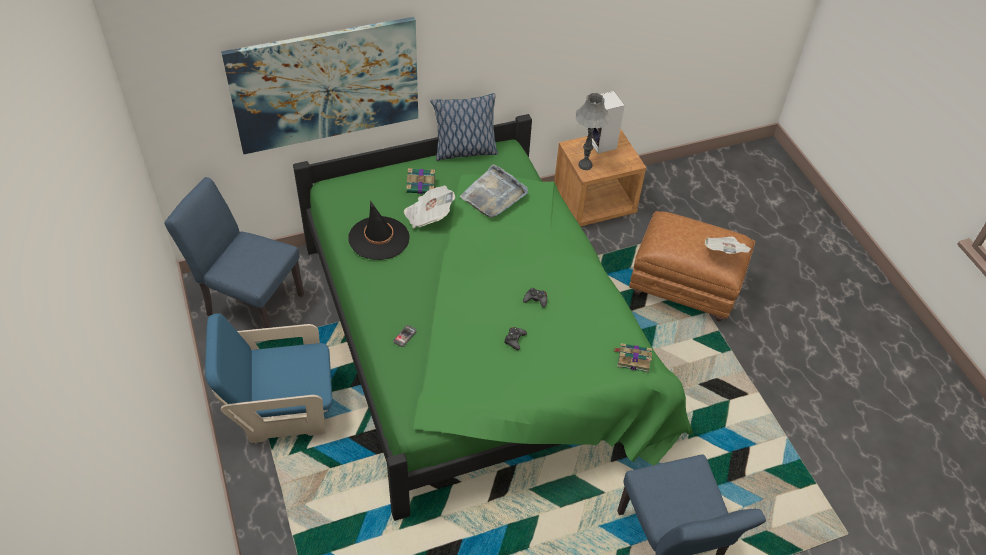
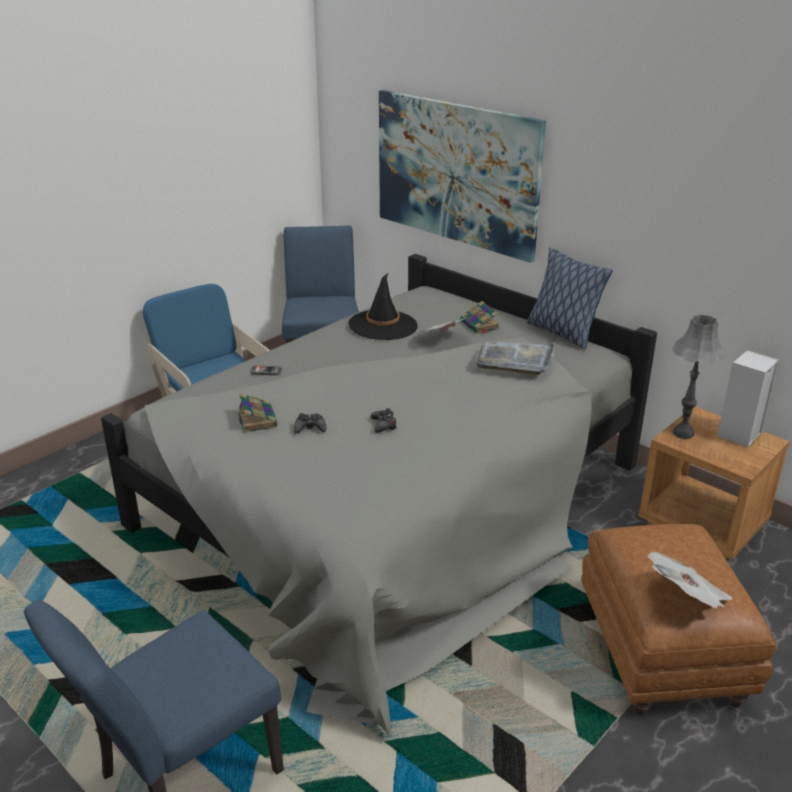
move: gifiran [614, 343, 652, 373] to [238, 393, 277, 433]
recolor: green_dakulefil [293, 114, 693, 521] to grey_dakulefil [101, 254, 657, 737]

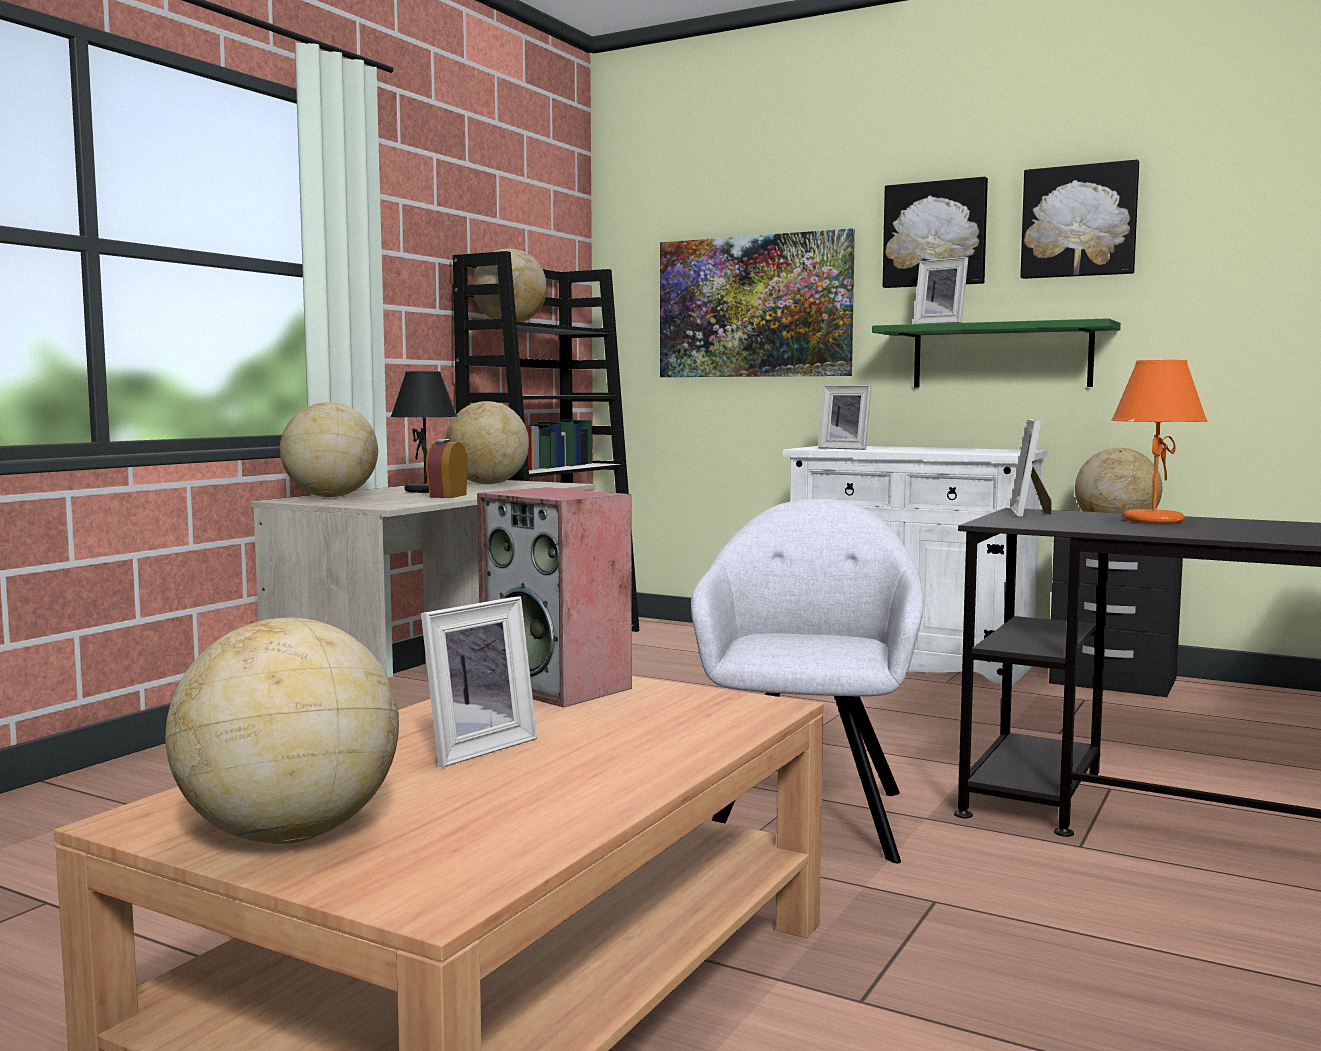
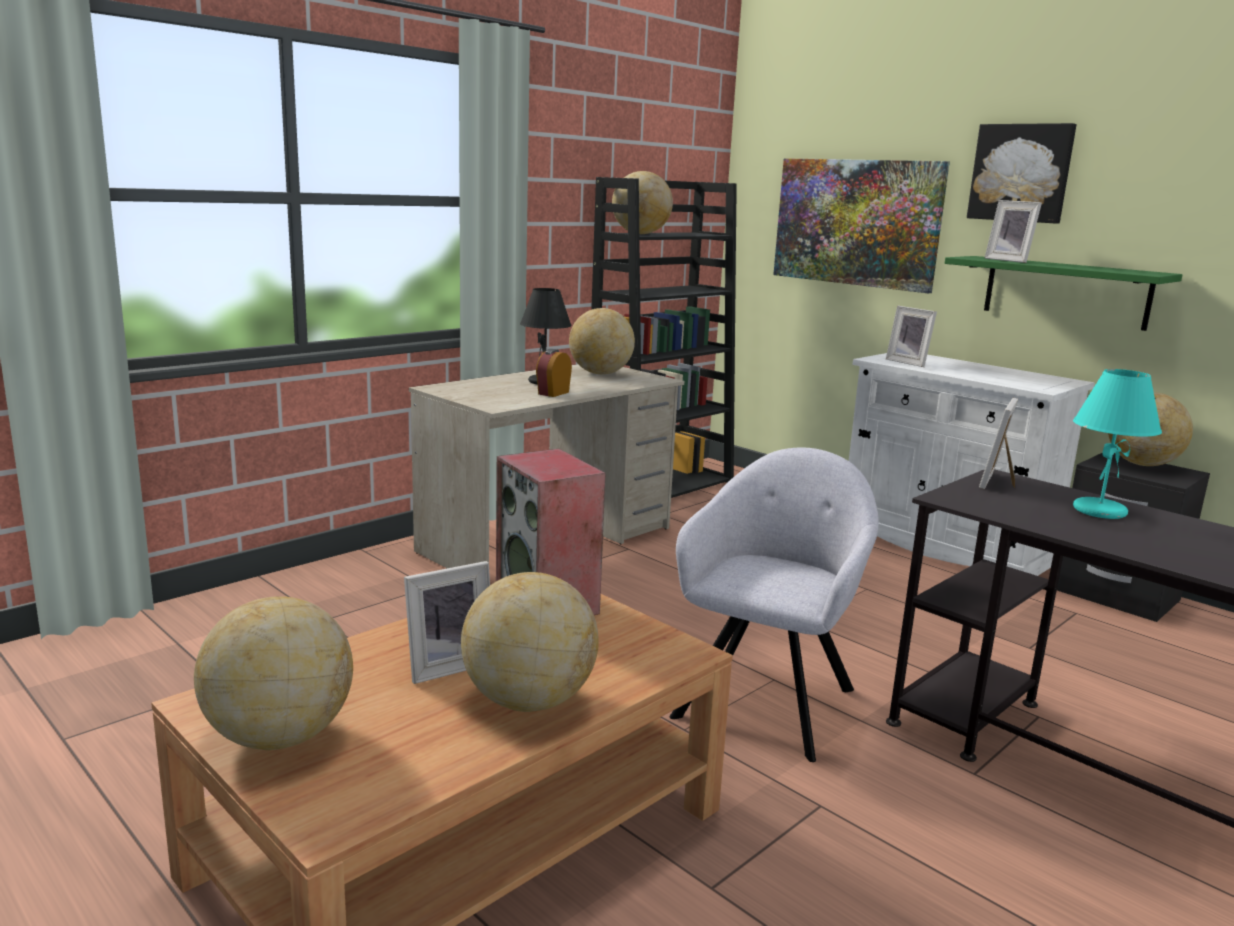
delete: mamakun [1020, 160, 1139, 279]
move: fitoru [280, 402, 378, 497] to [461, 572, 599, 712]
recolor: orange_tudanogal [1111, 360, 1207, 523] to turquoise_tudanogal [1073, 369, 1162, 519]

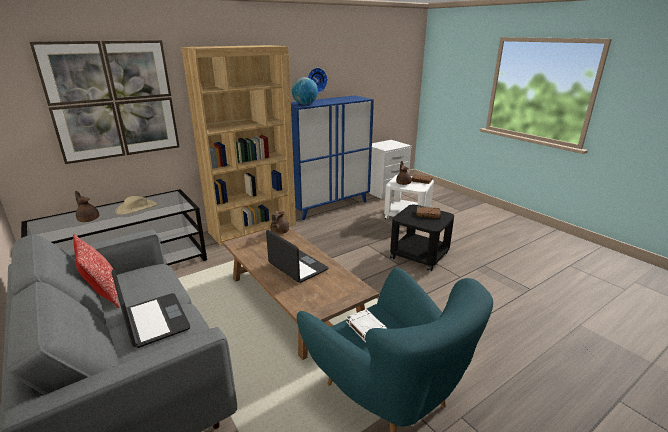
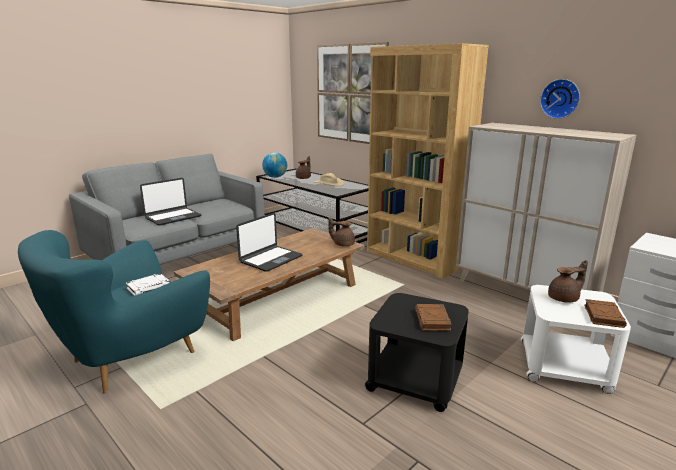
delete: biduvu [73, 234, 120, 308]
move: fitoru [292, 77, 318, 105] to [262, 152, 287, 178]
recolor: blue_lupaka [291, 95, 374, 220] to beige_lupaka [456, 123, 636, 292]

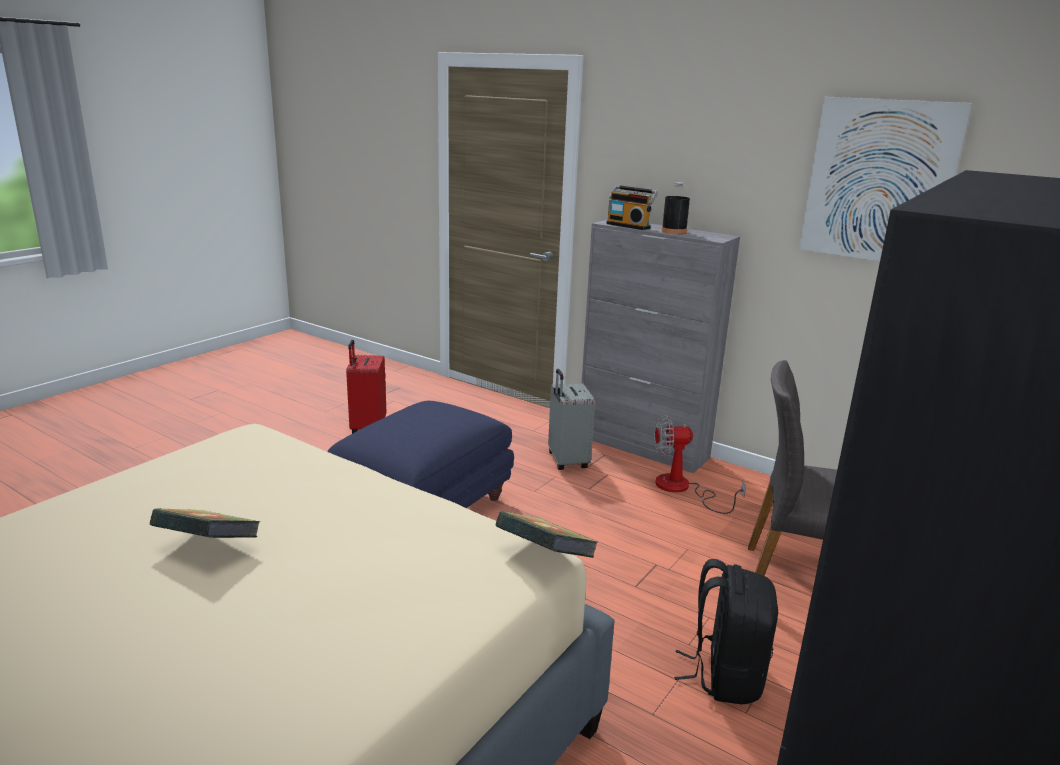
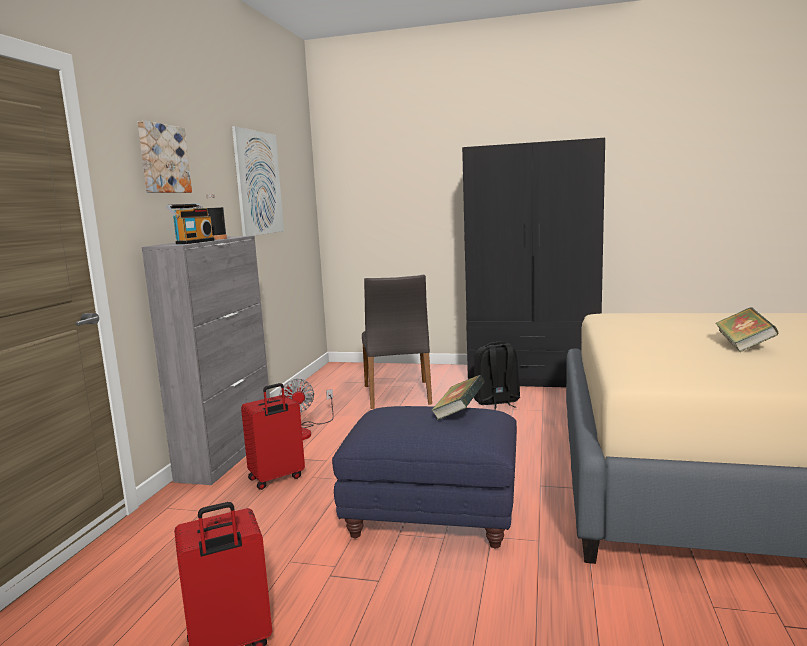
insert: mamakun [137, 121, 192, 193]
move: gifiran [495, 511, 598, 558] to [431, 375, 485, 420]
recolor: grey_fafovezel [548, 369, 595, 470] to red_fafovezel [241, 383, 305, 490]

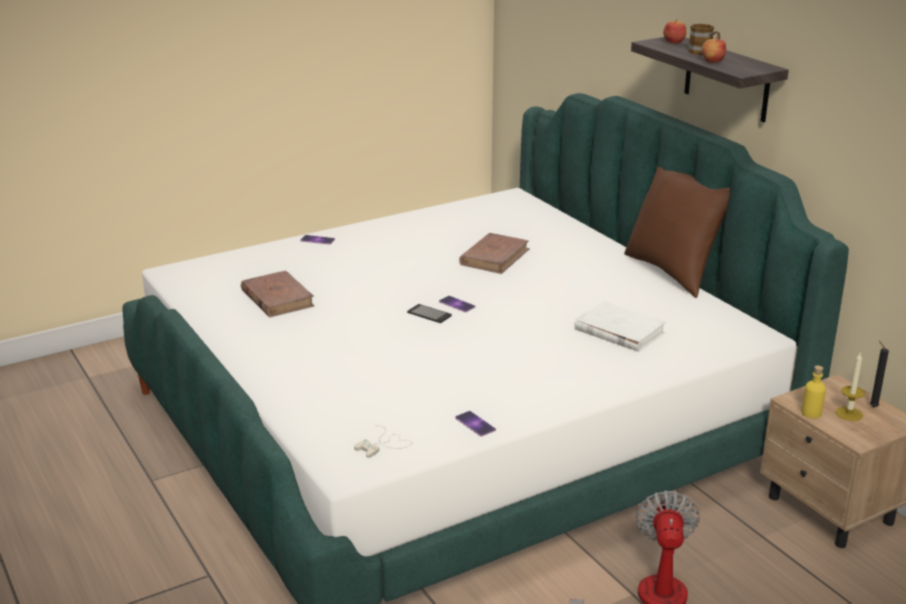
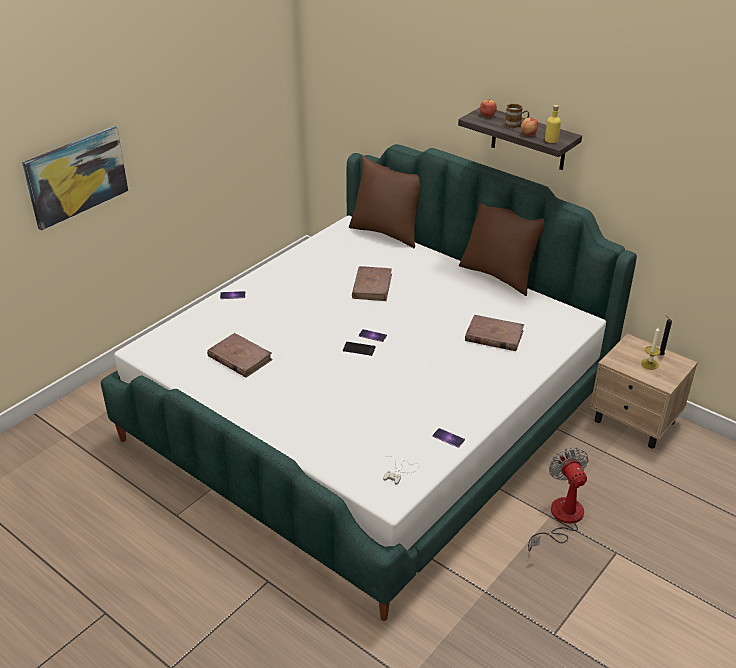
insert: mamakun [22, 126, 128, 230]; brown_biduvu [349, 156, 420, 248]
move: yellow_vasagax [801, 366, 826, 418] to [545, 105, 561, 143]
recolor: white_gifiran [575, 302, 666, 352] to brown_gifiran [465, 315, 524, 351]

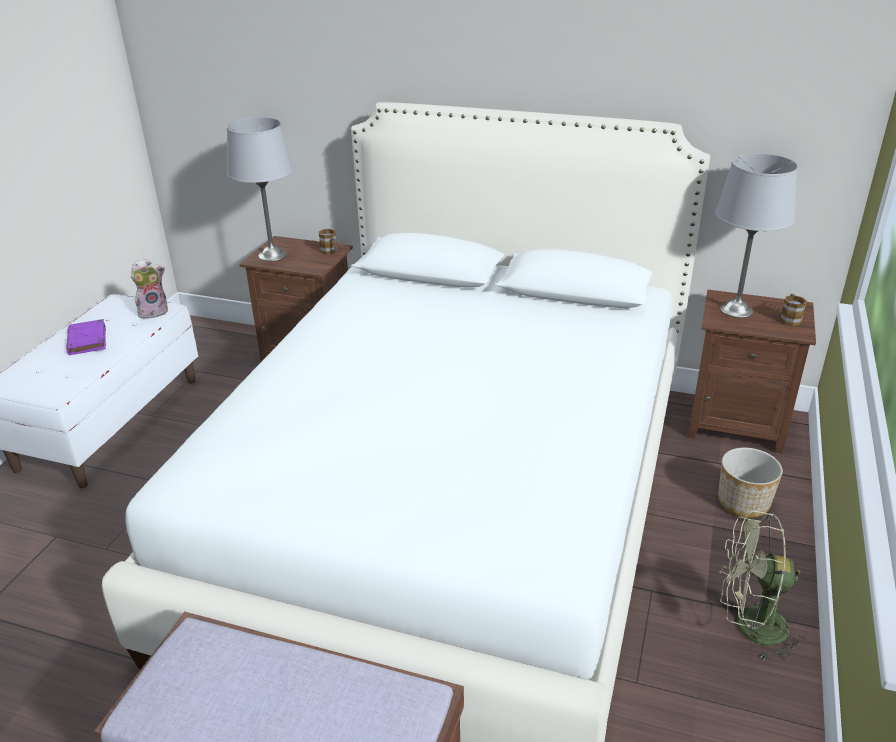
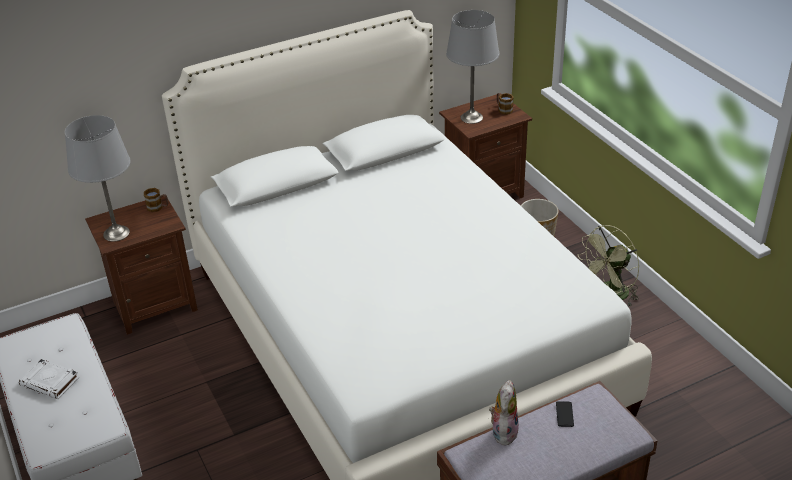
insert: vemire [556, 401, 574, 427]
move: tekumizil [131, 259, 168, 319] to [489, 380, 519, 445]
recolor: purple_gifiran [66, 319, 106, 355] to white_gifiran [19, 359, 79, 399]

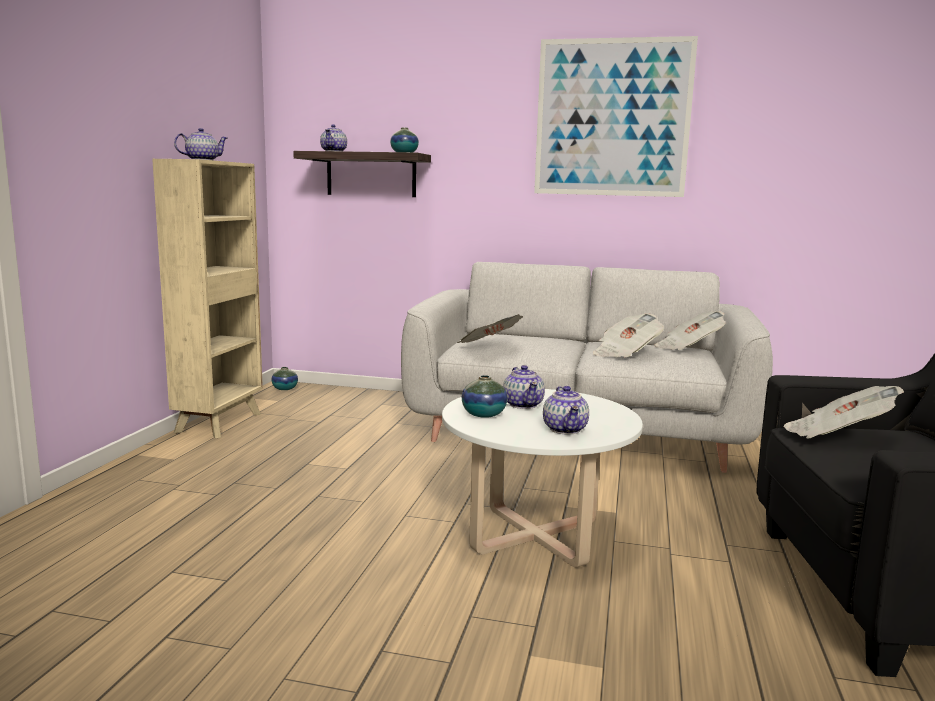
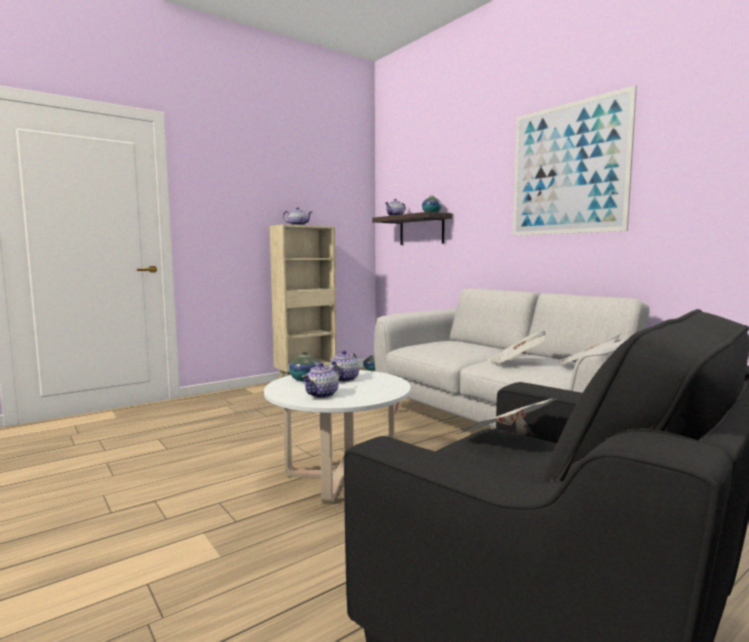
delete: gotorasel [457, 314, 523, 343]

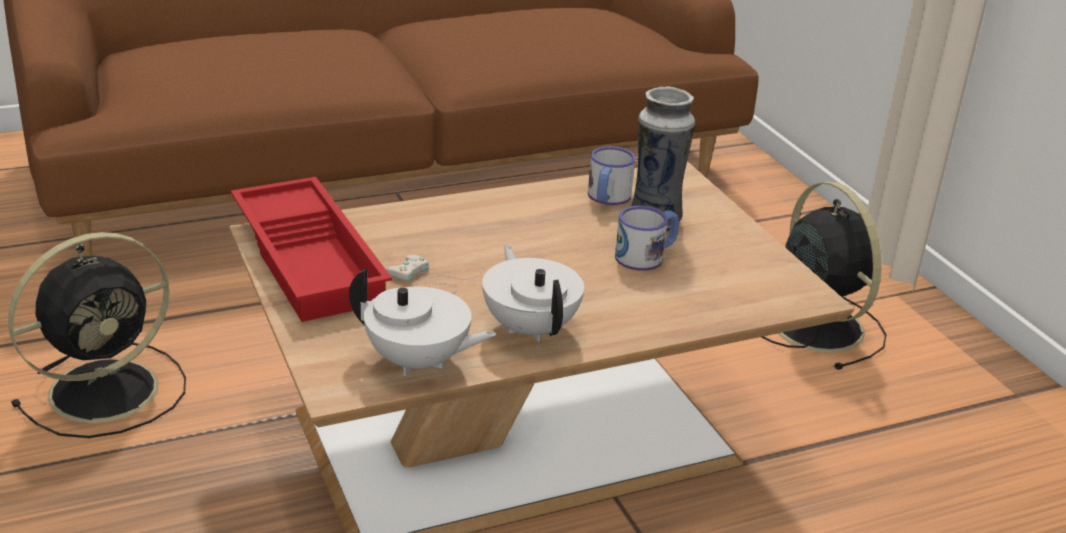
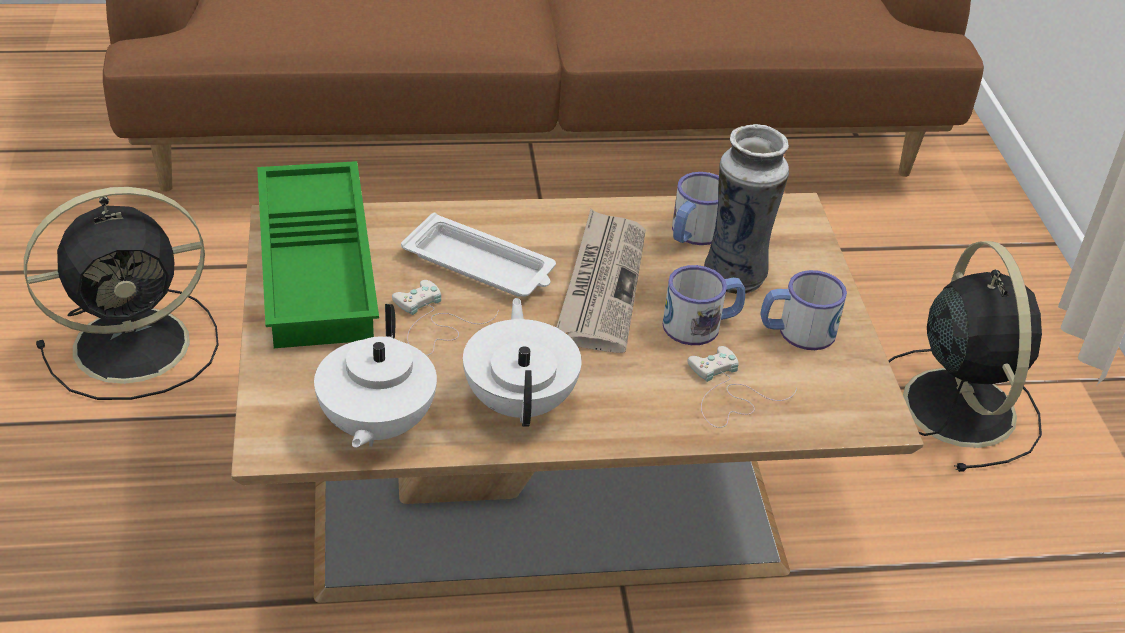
insert: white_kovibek [401, 213, 556, 297]; gotorasel [556, 209, 646, 353]; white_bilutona [687, 346, 797, 428]; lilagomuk [761, 270, 847, 350]
recolor: red_kovibek [231, 177, 392, 322] to green_kovibek [257, 161, 379, 348]
rotate: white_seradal [349, 268, 496, 376] = [314, 304, 437, 448] 60 degrees clockwise

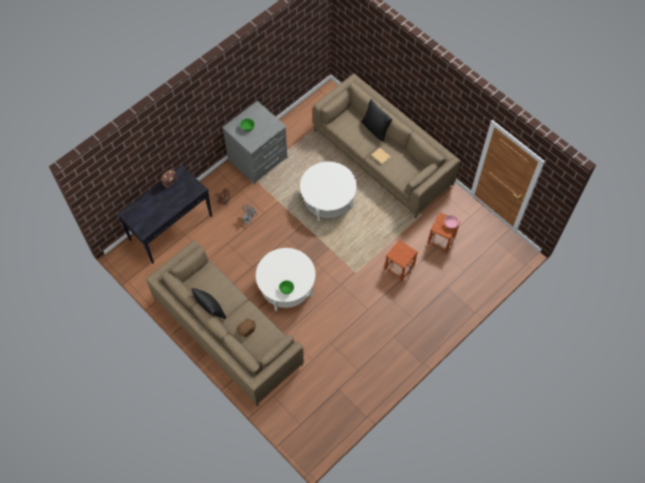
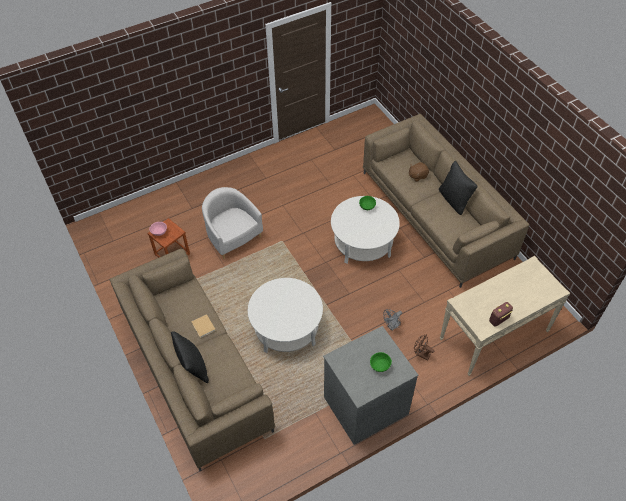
replace: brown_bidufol [385, 240, 418, 281] to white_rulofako [202, 187, 263, 259]
recolor: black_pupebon [117, 165, 212, 264] to beige_pupebon [440, 256, 570, 376]

